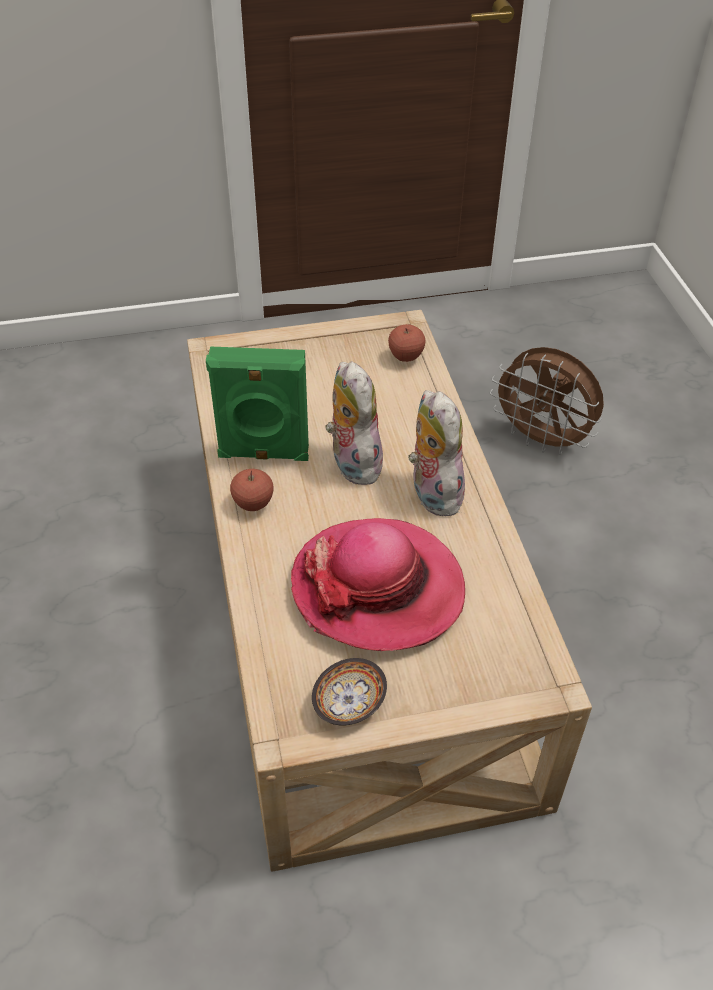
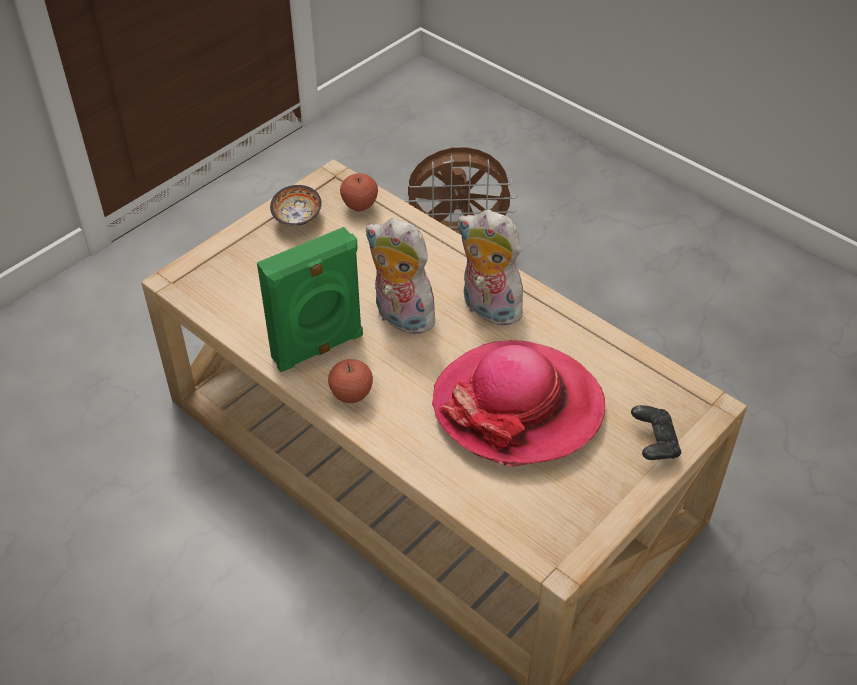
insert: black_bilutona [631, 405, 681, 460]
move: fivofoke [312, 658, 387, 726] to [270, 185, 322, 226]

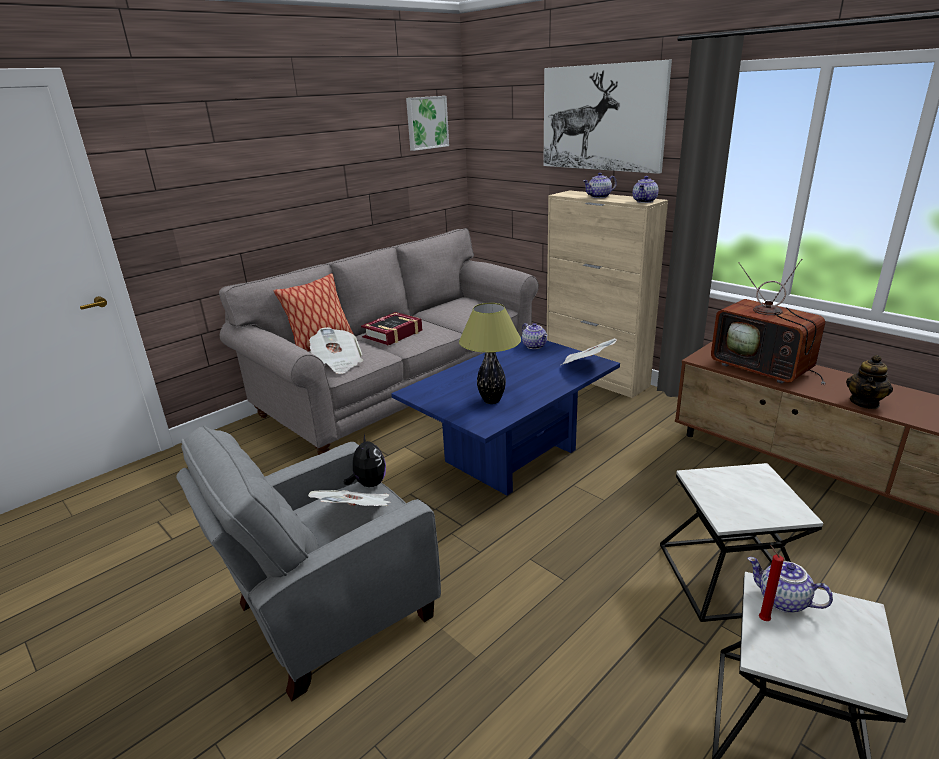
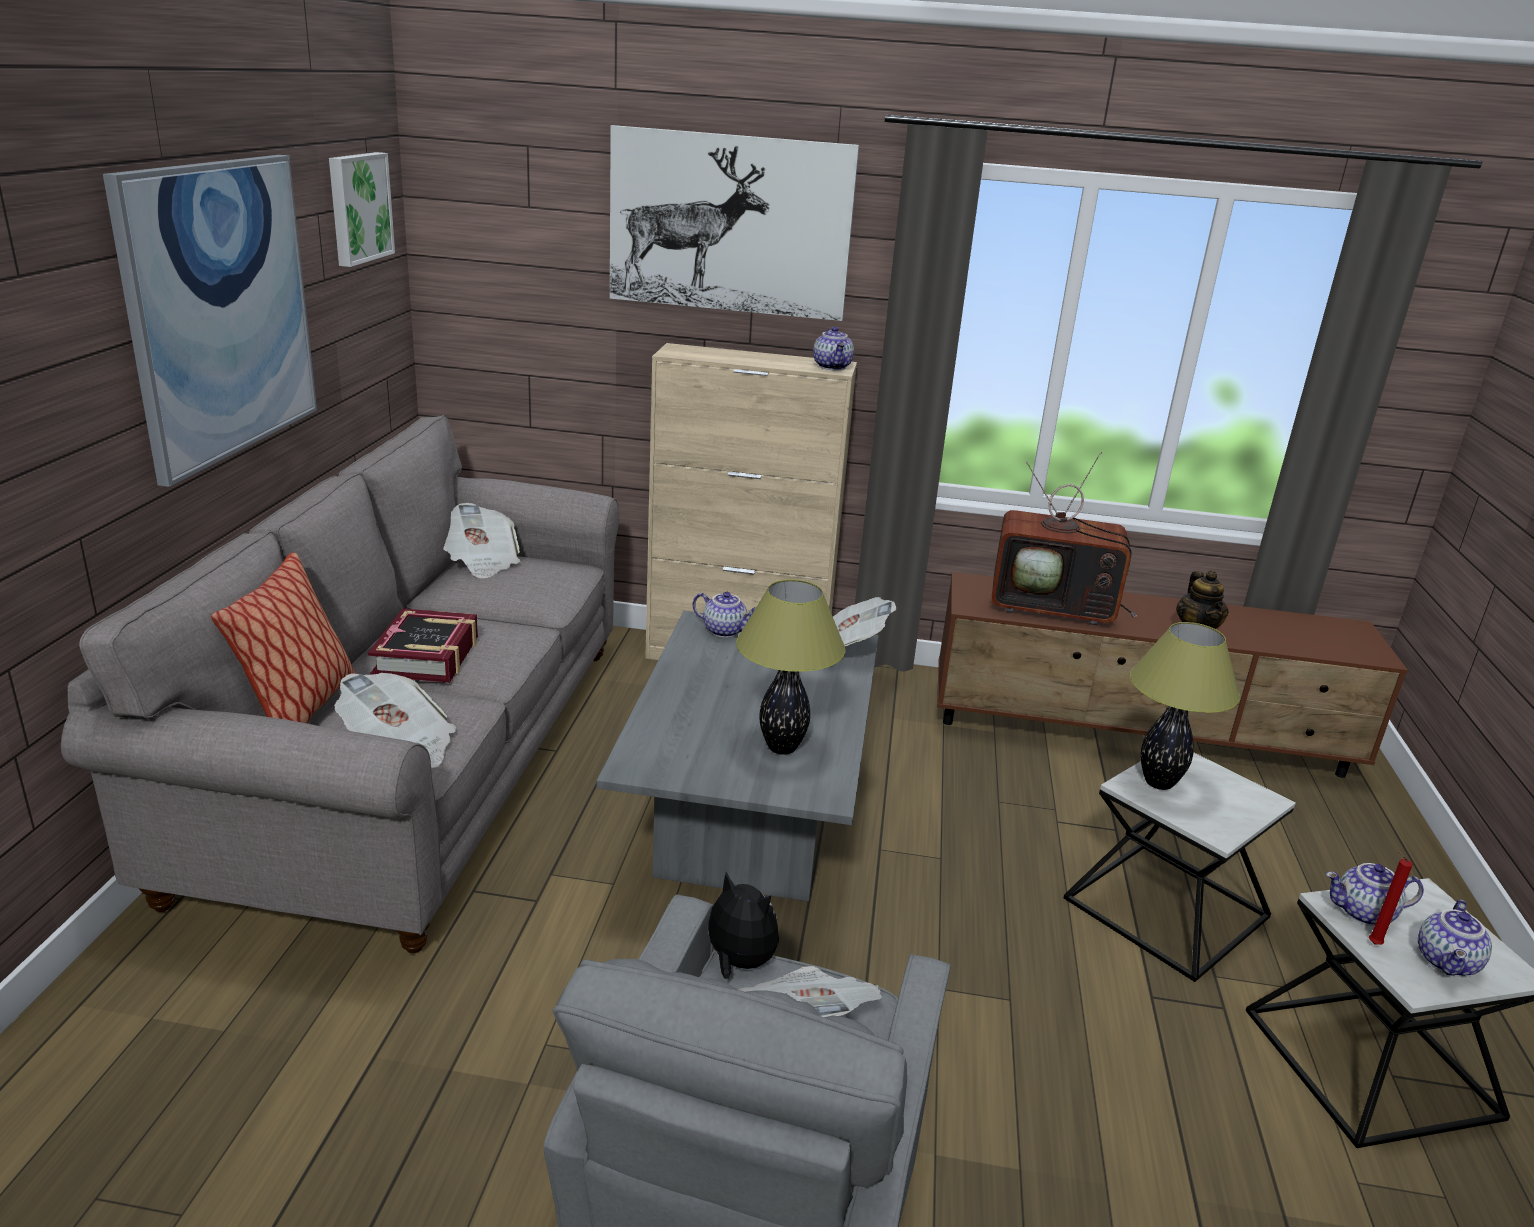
insert: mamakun [103, 155, 317, 487]; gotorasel [443, 503, 520, 579]; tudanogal [1130, 622, 1240, 790]
move: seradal [583, 173, 617, 198] to [1418, 900, 1492, 976]
recolor: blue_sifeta [391, 336, 620, 496] to grey_sifeta [597, 611, 879, 901]

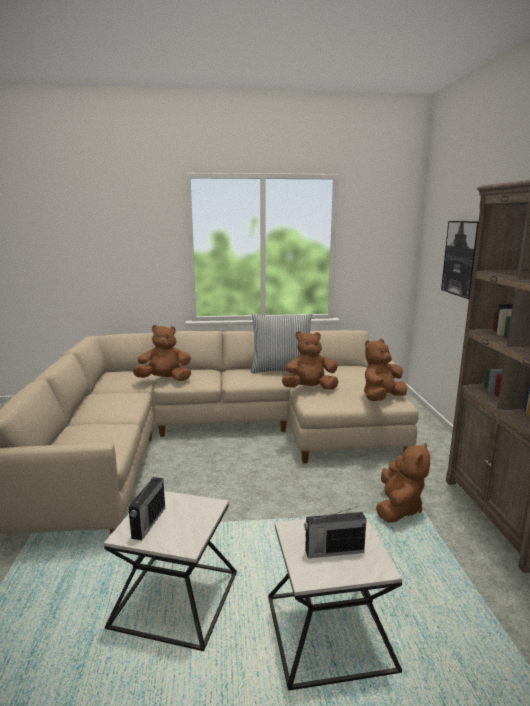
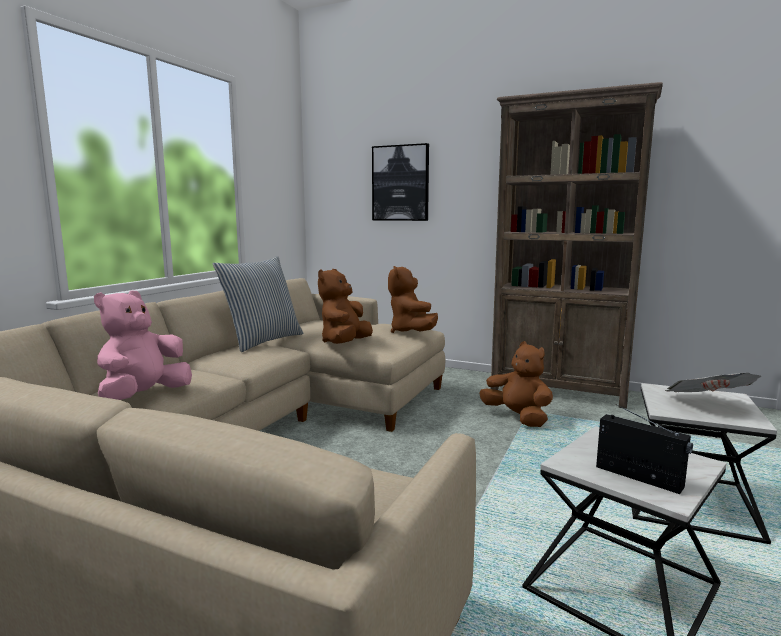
replace: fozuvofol [304, 506, 367, 558] to gotorasel [665, 373, 761, 392]
recolor: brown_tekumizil [133, 325, 191, 381] to pink_tekumizil [94, 290, 192, 400]

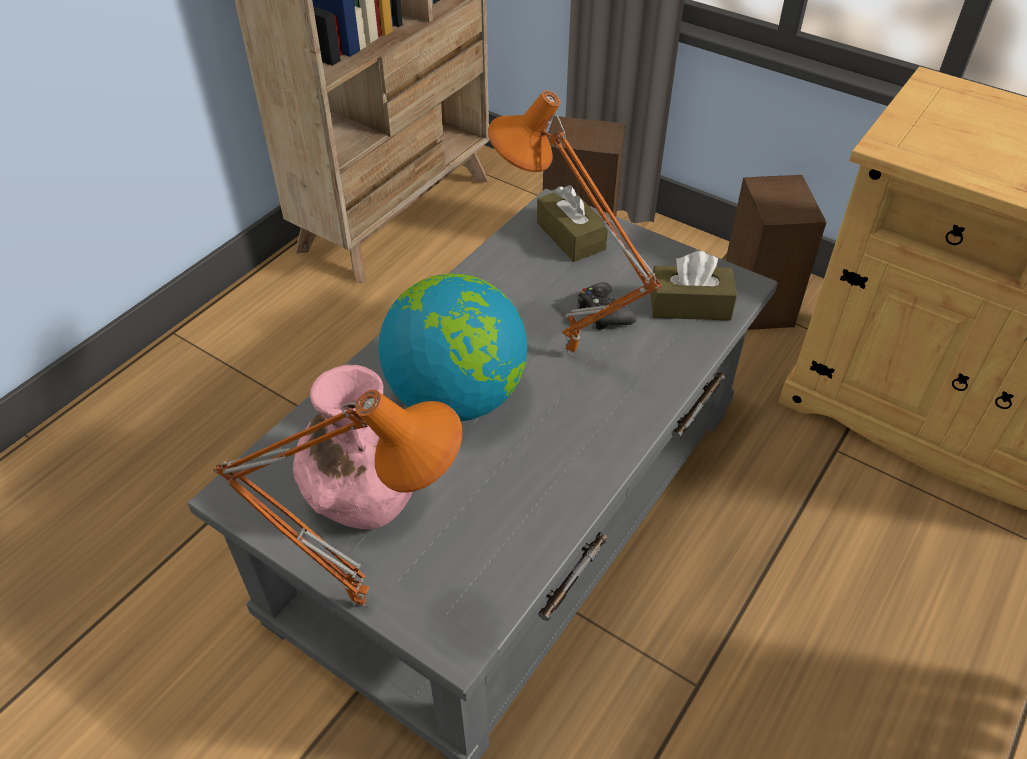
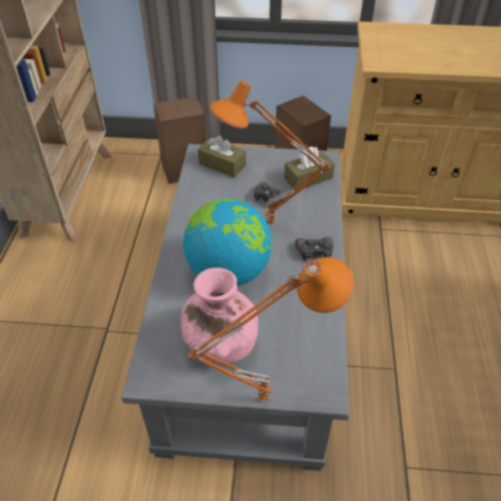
insert: black_bilutona [295, 237, 333, 262]

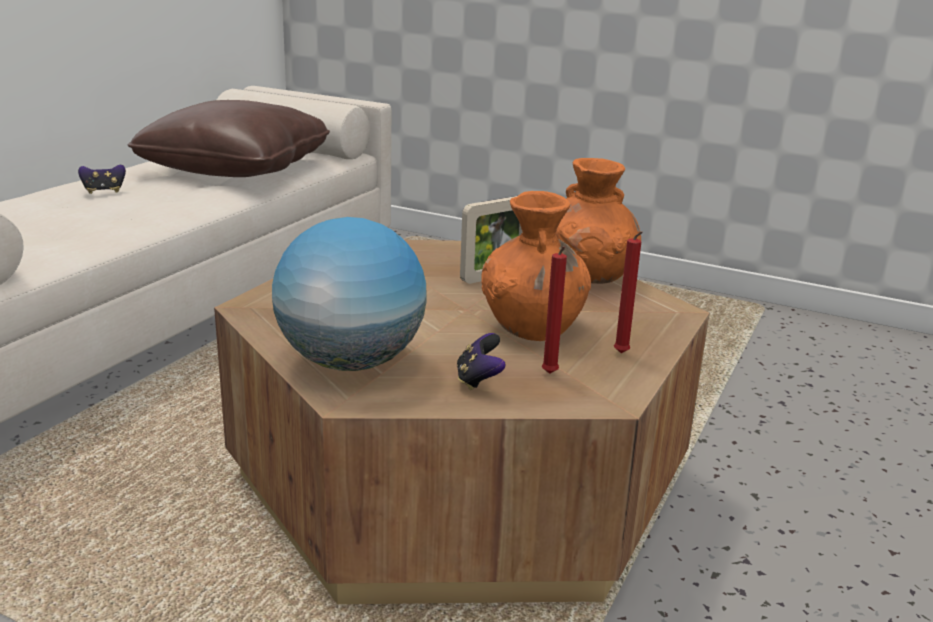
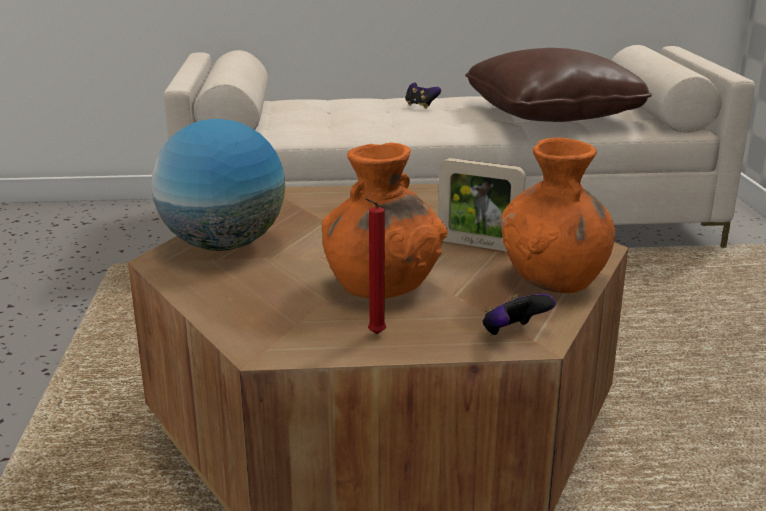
delete: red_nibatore [542, 246, 567, 374]
move: bilutona [457, 333, 506, 390] to [483, 294, 556, 335]

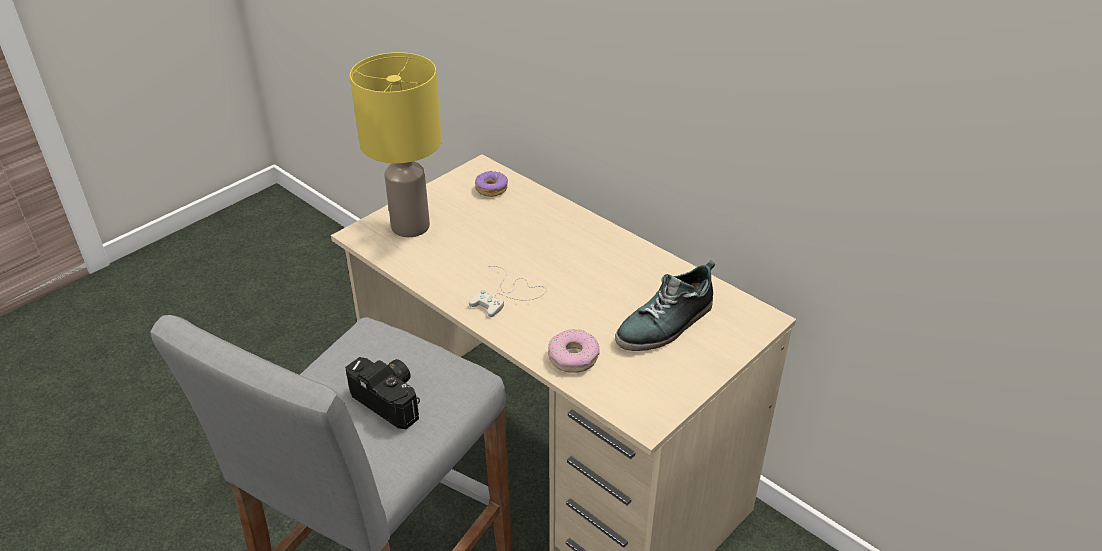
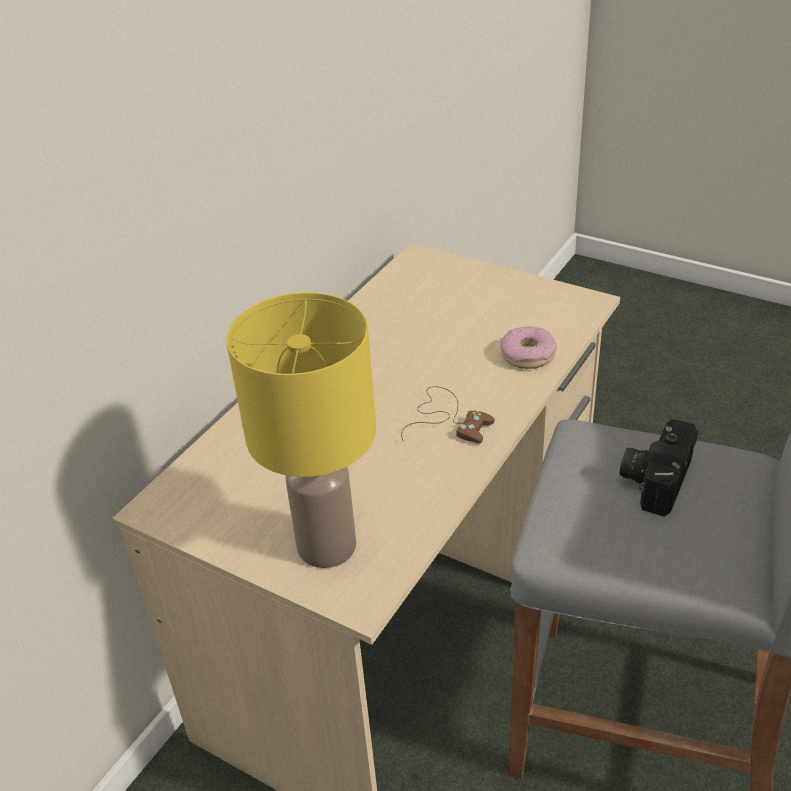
delete: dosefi [475, 171, 508, 197]; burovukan [615, 260, 715, 351]
recolor: white_bilutona [469, 266, 547, 317] to brown_bilutona [401, 386, 495, 444]

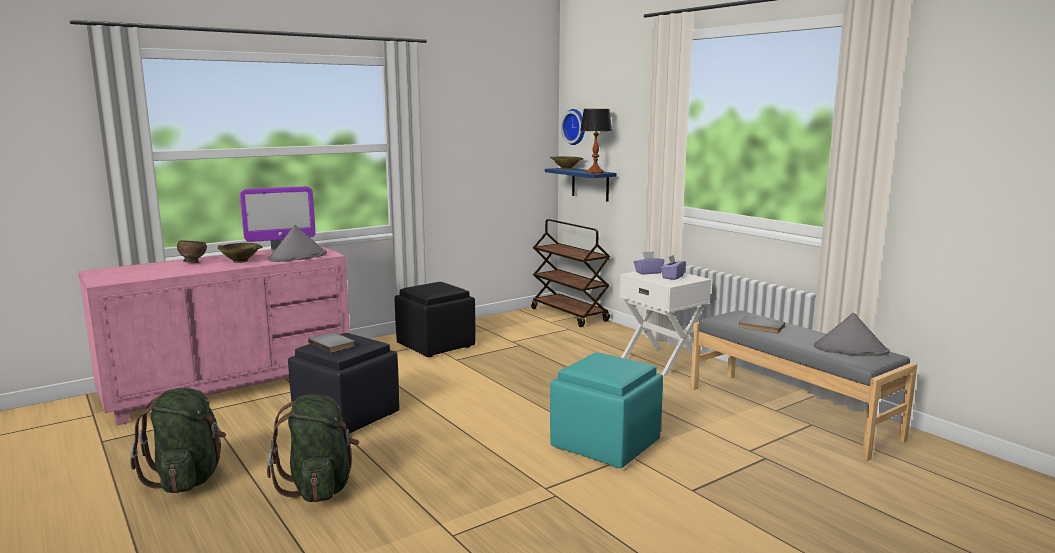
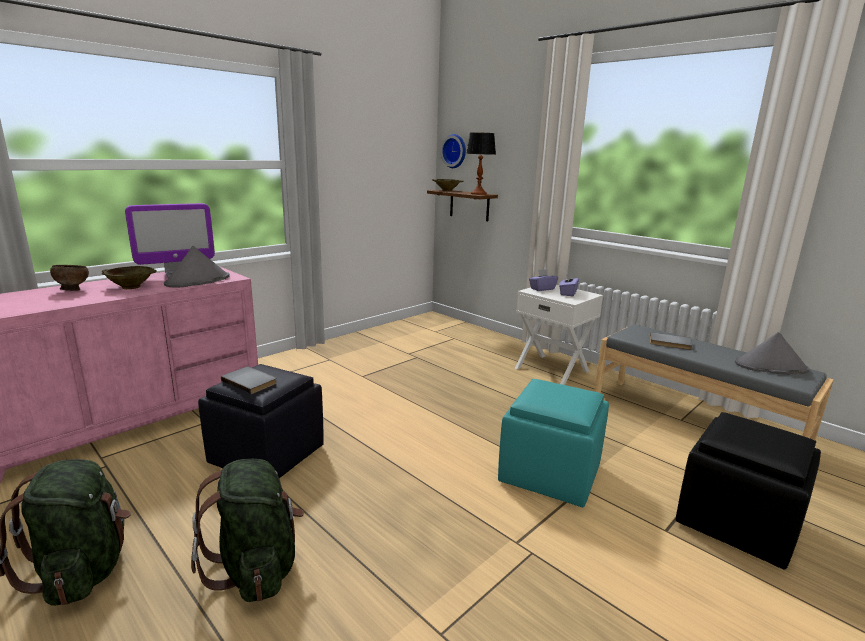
delete: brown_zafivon [531, 219, 610, 327]
move: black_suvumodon [395, 282, 476, 357] to [675, 412, 821, 570]
recolor: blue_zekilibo [545, 168, 617, 202] to brown_zekilibo [427, 190, 498, 221]

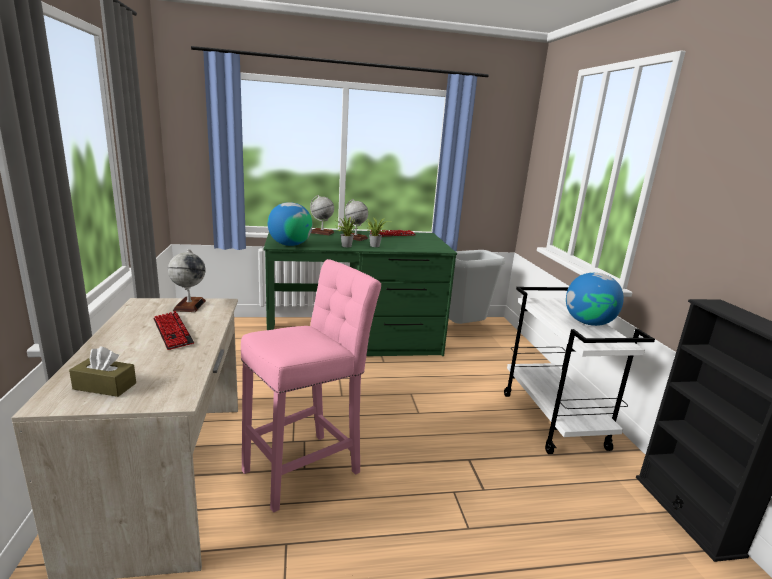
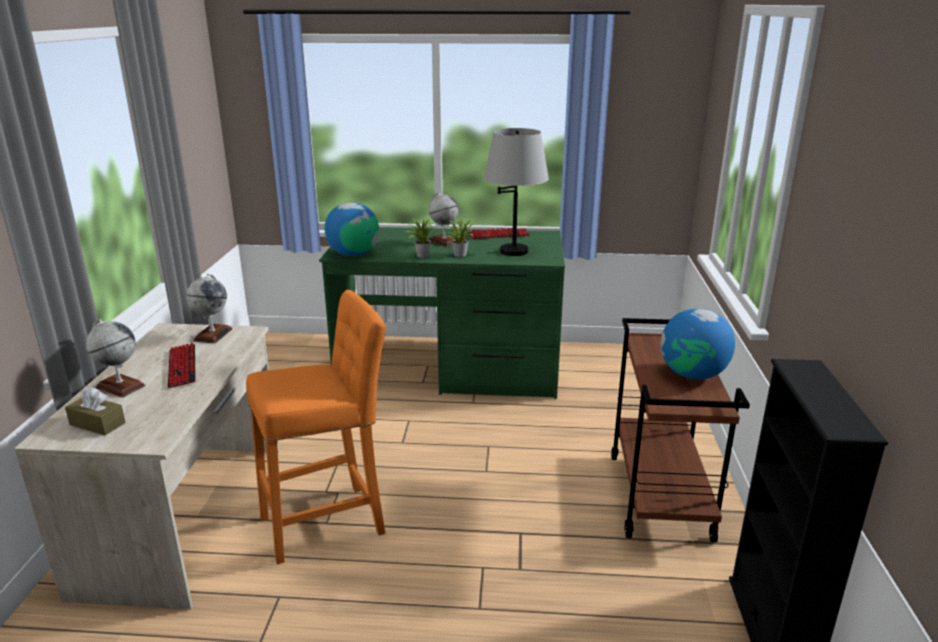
delete: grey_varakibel [449, 250, 505, 324]
insert: grey_tudanogal [484, 128, 549, 256]
move: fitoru [310, 195, 334, 235] to [86, 319, 146, 398]
recolor: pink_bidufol [241, 259, 381, 513] to orange_bidufol [246, 290, 386, 565]; white_zafivon [504, 287, 655, 454] to brown_zafivon [611, 318, 750, 542]

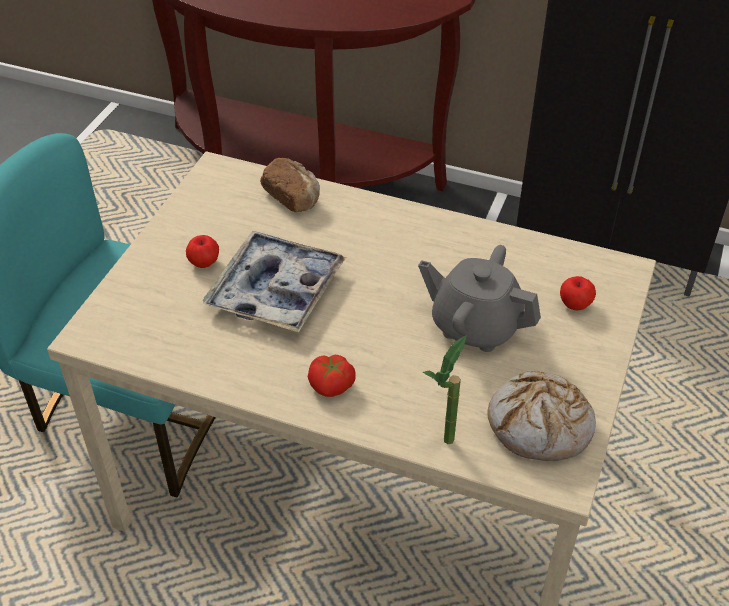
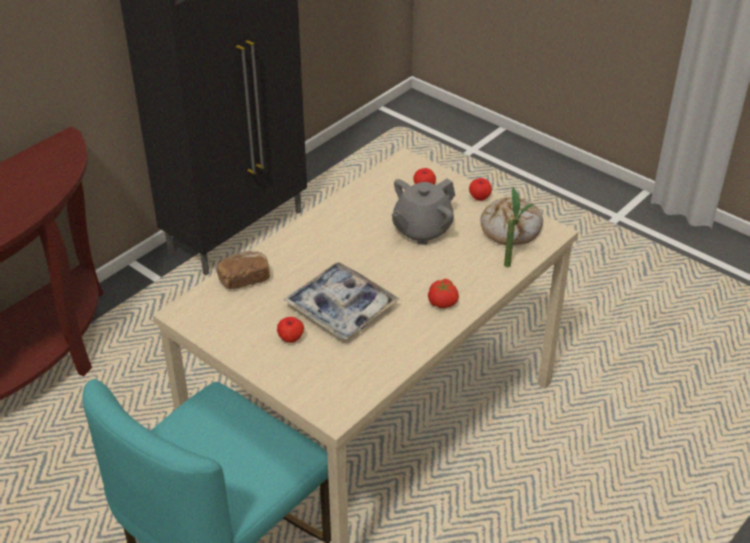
insert: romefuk [469, 178, 492, 201]

